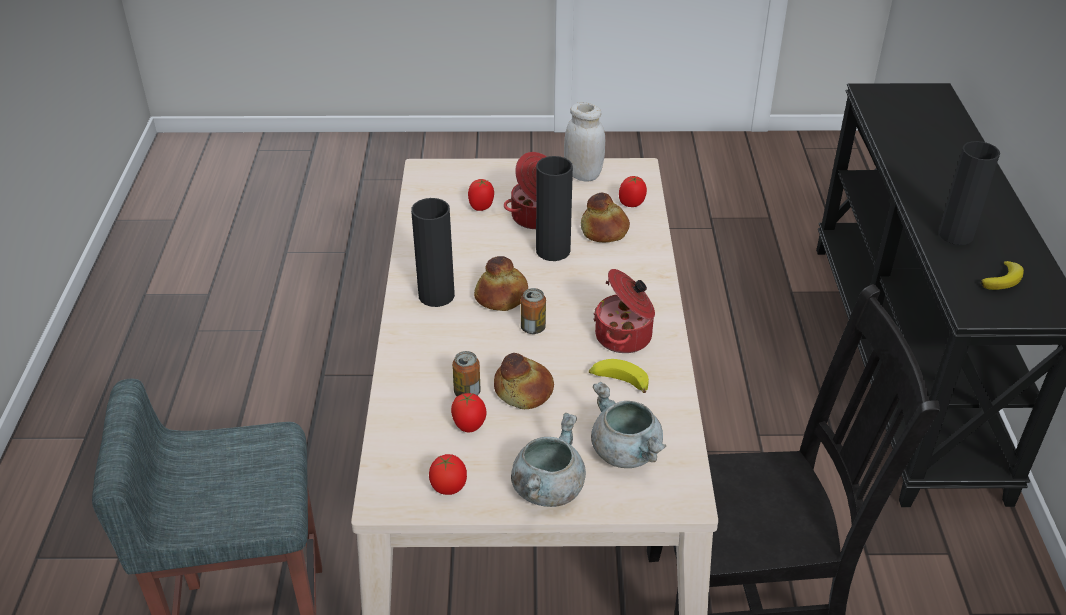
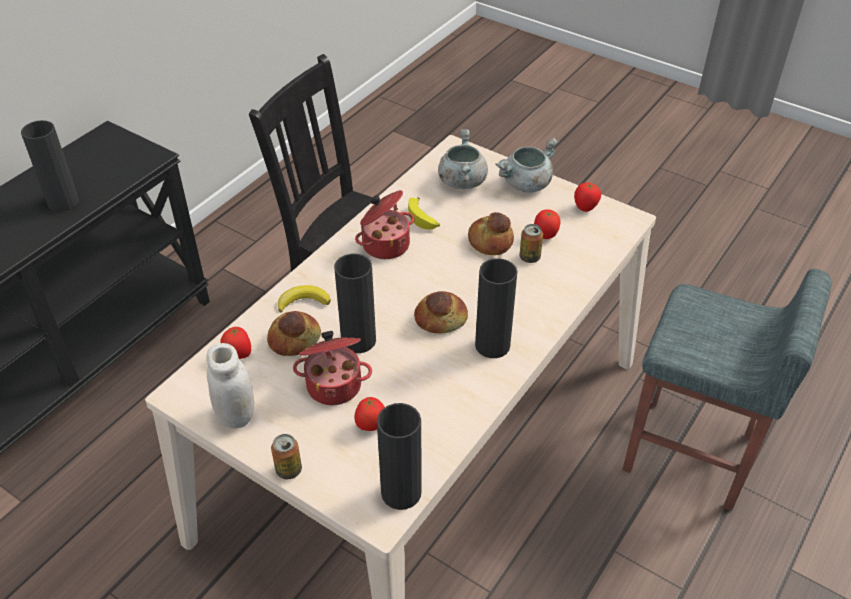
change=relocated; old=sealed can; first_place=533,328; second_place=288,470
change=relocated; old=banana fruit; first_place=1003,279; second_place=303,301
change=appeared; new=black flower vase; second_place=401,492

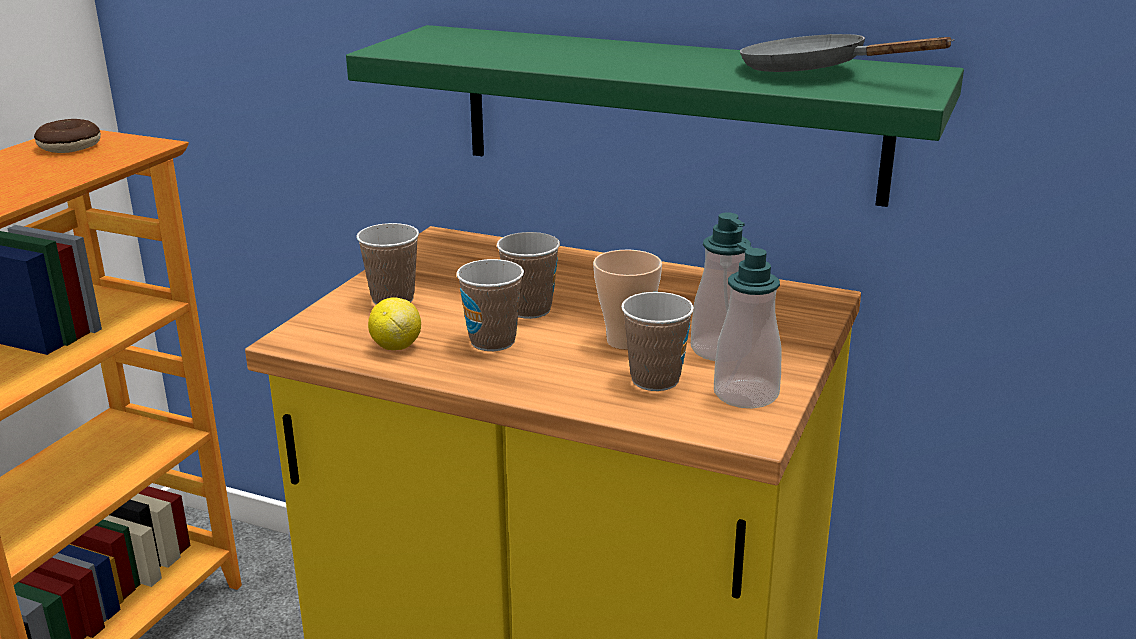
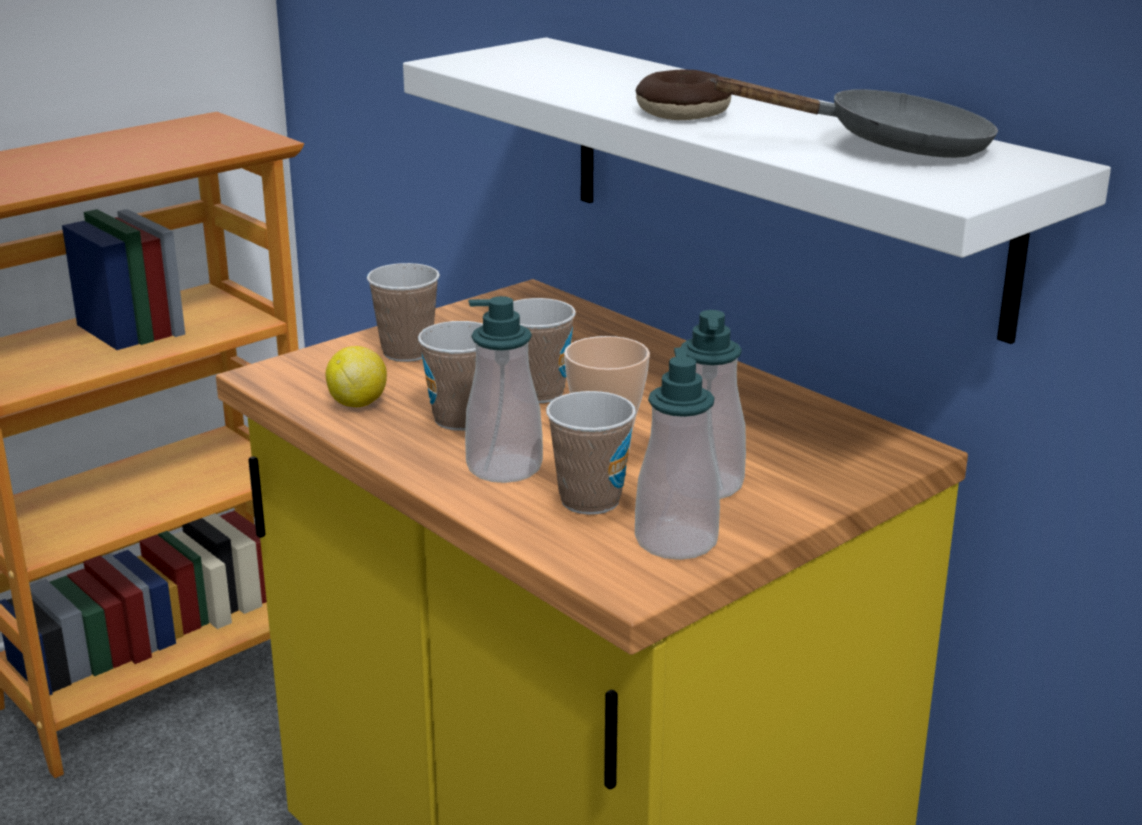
change=relocated; old=doughnut; first_place=69,146; second_place=682,112
change=colour; old=green-coloured shelf; new=white-coloured shelf; first_place=669,112; second_place=777,178
change=spun; old=gray skillet; first_place=814,72; second_place=889,147; degrees=120
change=appeared; new=soap bottle; second_place=504,467

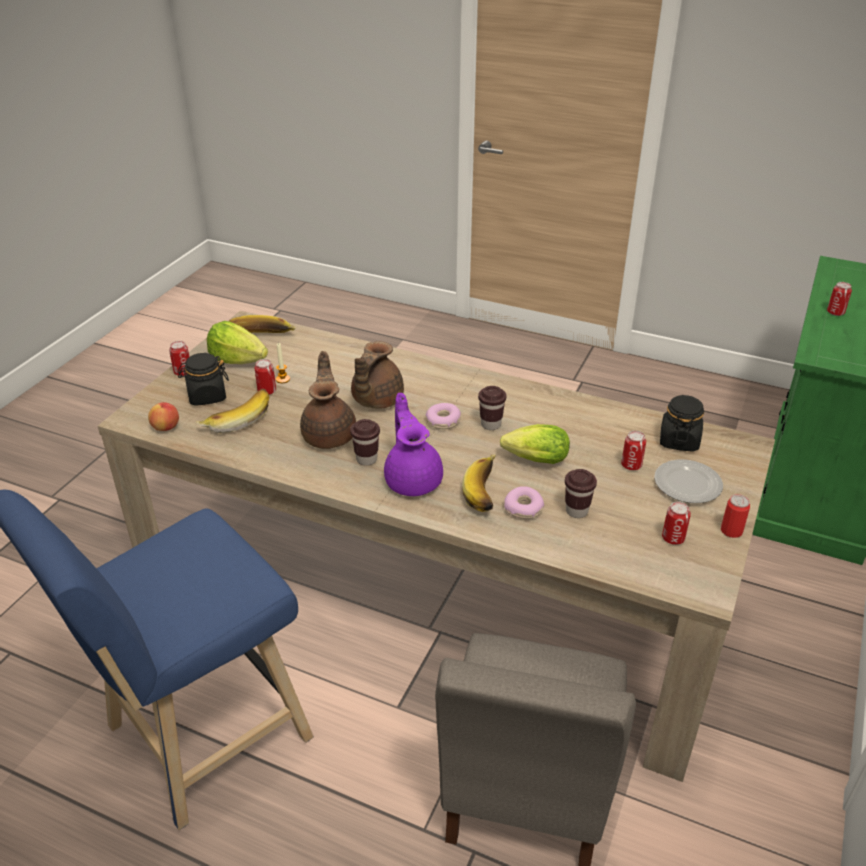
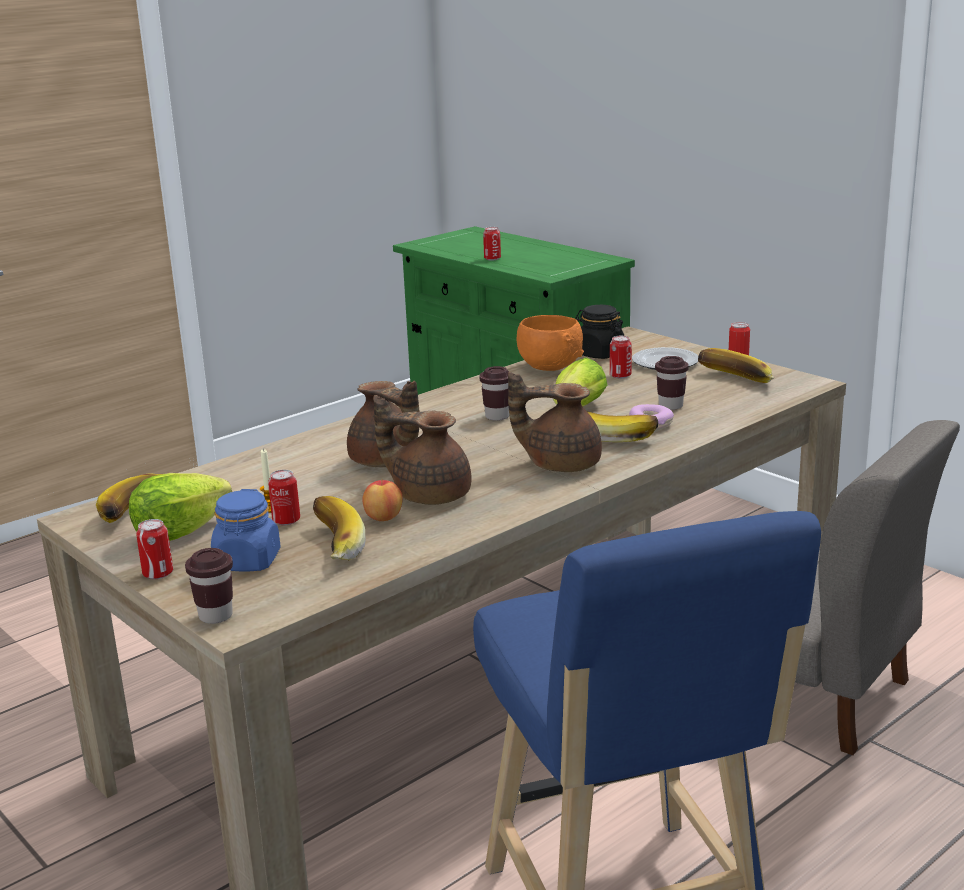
change=relocated; old=whole apple; first_place=166,427; second_place=383,518
change=colour; old=black storage jar; new=blue-coloured storage jar; first_place=207,396; second_place=247,561
change=relocated; old=brown-coloured cup; first_place=366,459; second_place=215,616
change=colour; old=purple teapot; new=brown-coloured teapot; first_place=413,479; second_place=560,464
change=missing; old=doughnut; first_place=443,421
change=exchanged; old=sealed can; new=banana fruit; first_place=673,538; second_place=734,380
change=appeared; new=orange-coloured bowl; second_place=549,367

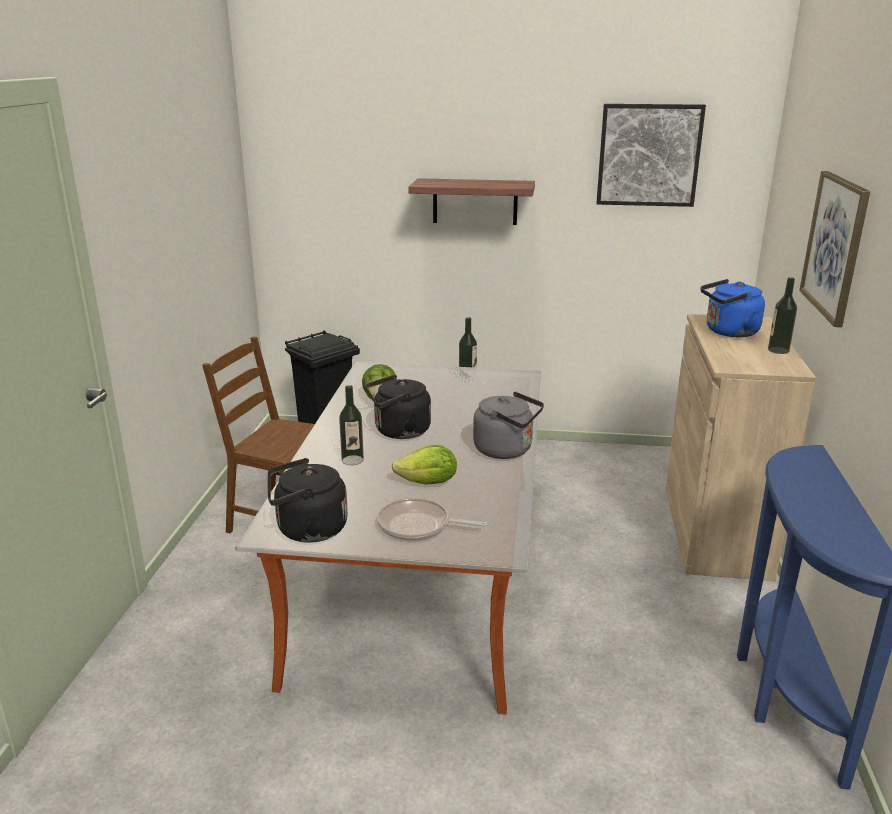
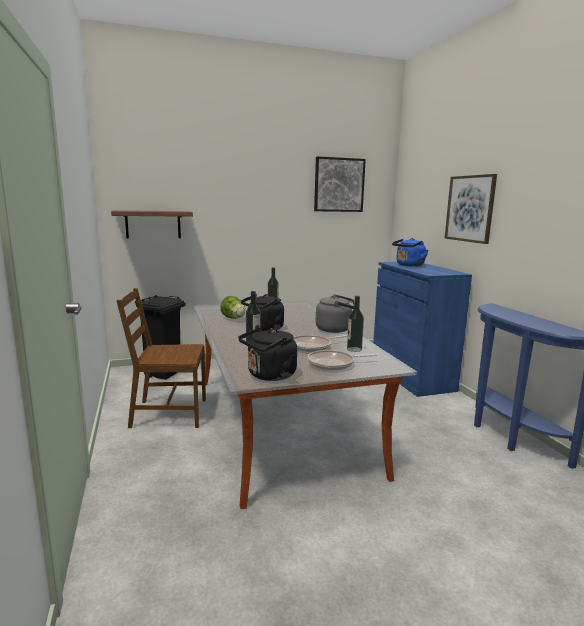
change=exchanged; old=lettuce; new=skillet; first_place=428,483; second_place=312,346
change=relocated; old=shelf; first_place=475,201; second_place=153,224
change=colour; old=beige-coloured cabinet; new=blue-coloured cabinet; first_place=715,530; second_place=411,376
change=relocated; old=bottle; first_place=778,350; second_place=354,349

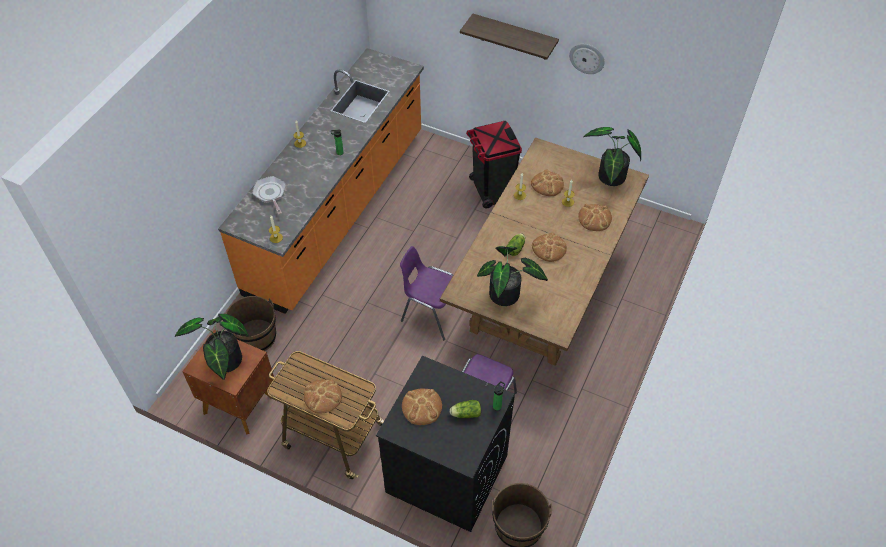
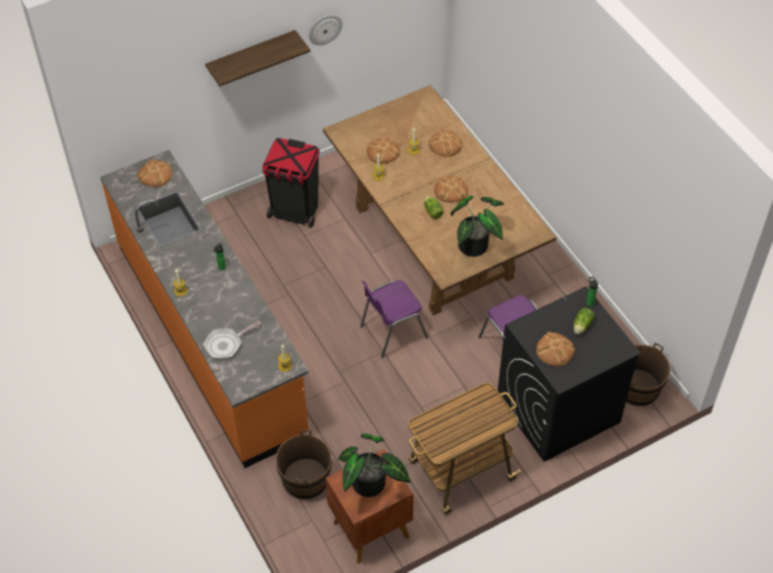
change=spun; old=skillet; first_place=270,194; second_place=226,344; degrees=-45
change=relocated; old=bread; first_place=322,396; second_place=155,174
change=missing; old=houseplant; first_place=609,178

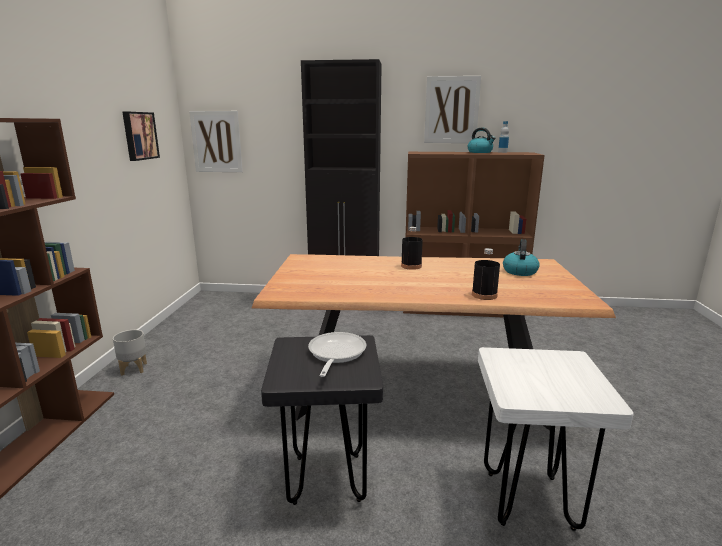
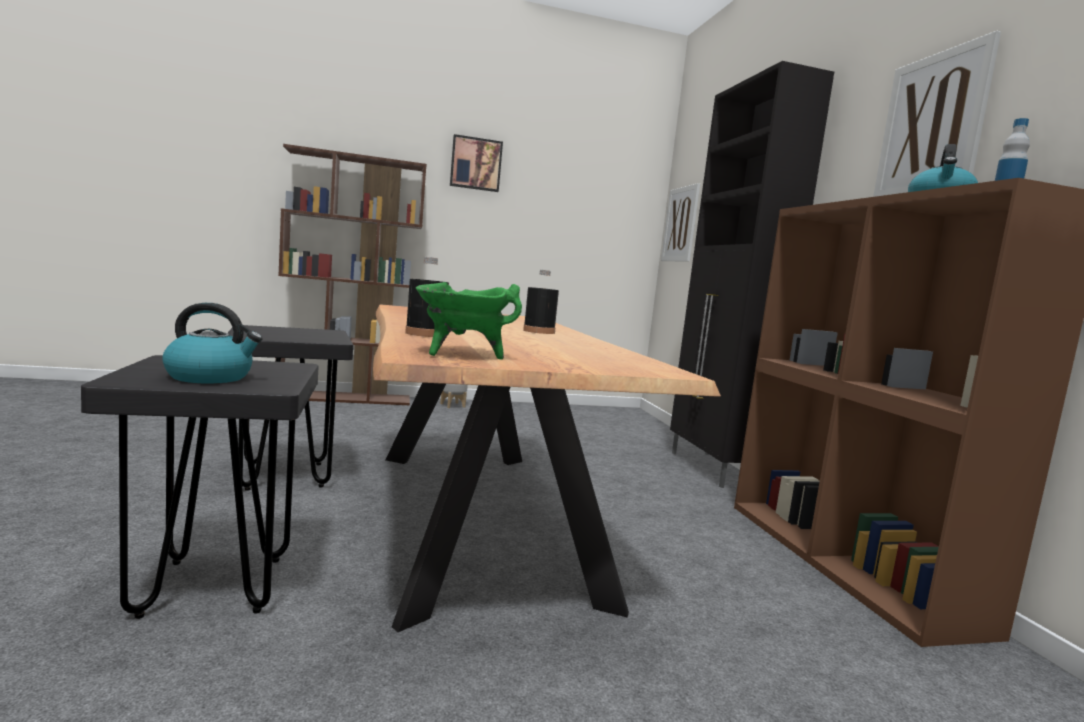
change=relocated; old=wall art; first_place=139,136; second_place=475,164
change=missing; old=skillet; first_place=335,354
change=colour; old=white-coloured stool seat; new=black stool seat; first_place=528,500; second_place=214,585
change=relocated; old=kettle; first_place=519,271; second_place=210,377
change=appeared; new=green-coloured stockpot; second_place=461,354

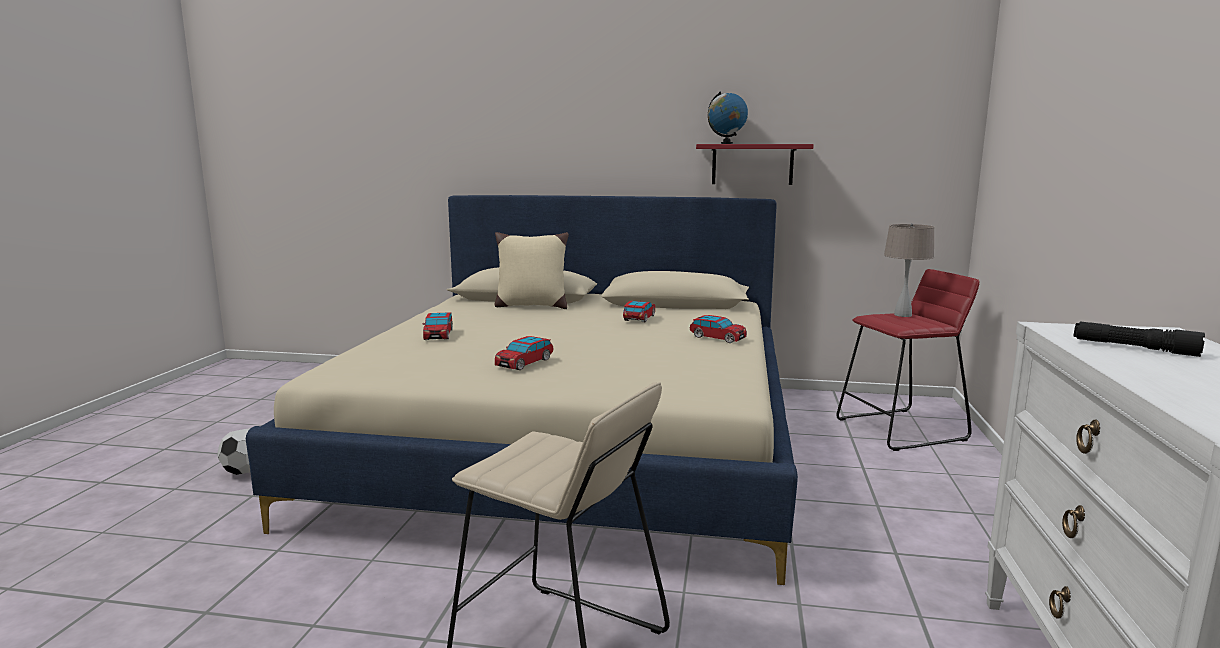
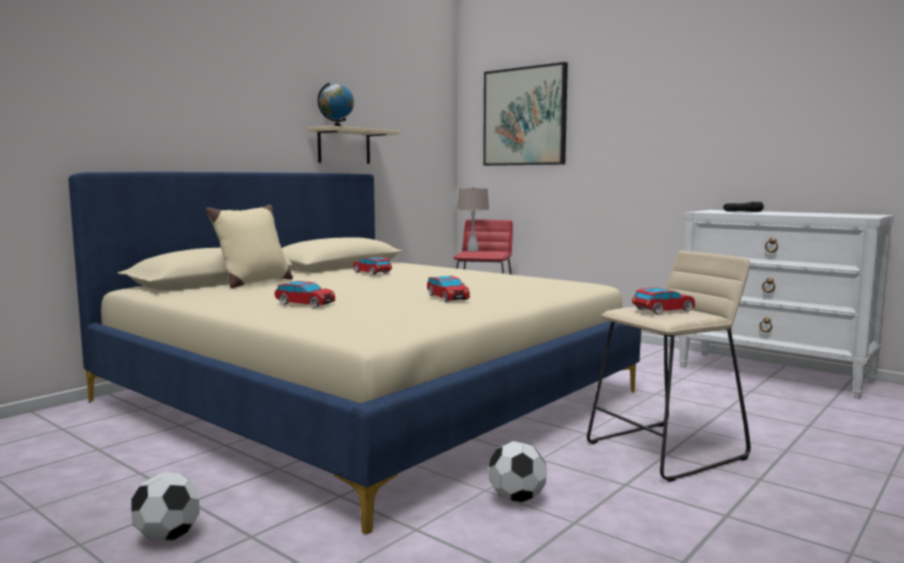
change=relocated; old=model car; first_place=717,338; second_place=663,310
change=colour; old=reddish shelf; new=beige-coloured shelf; first_place=752,164; second_place=344,146
change=appeared; new=wall art; second_place=524,116
change=appeared; new=football; second_place=517,498

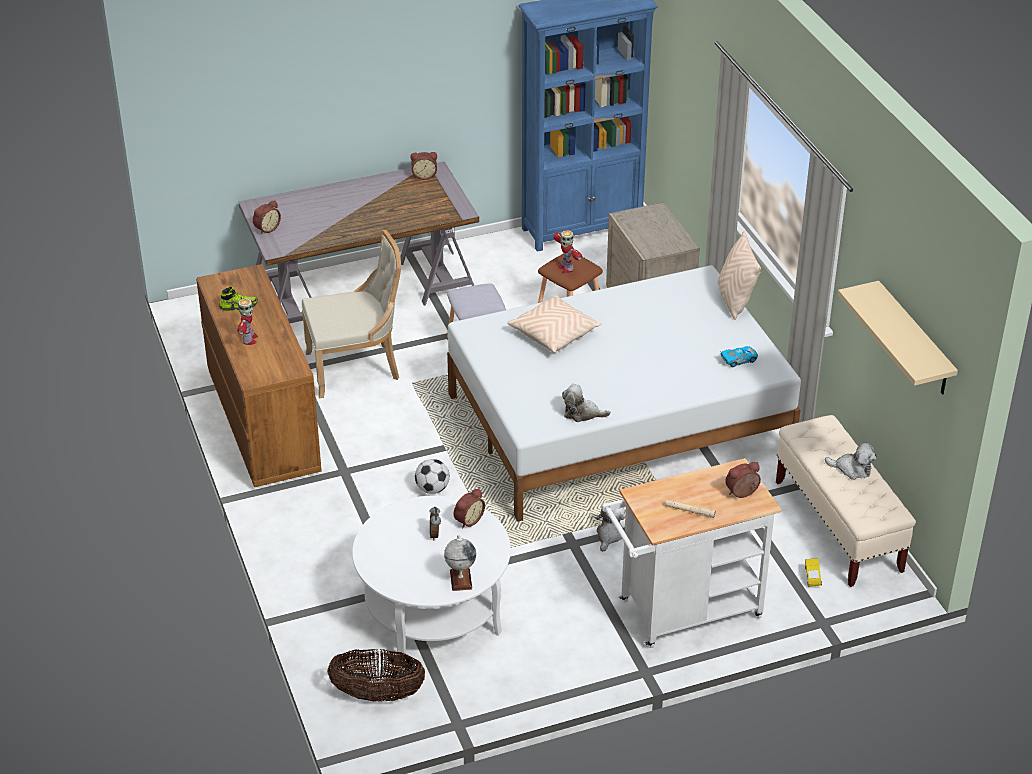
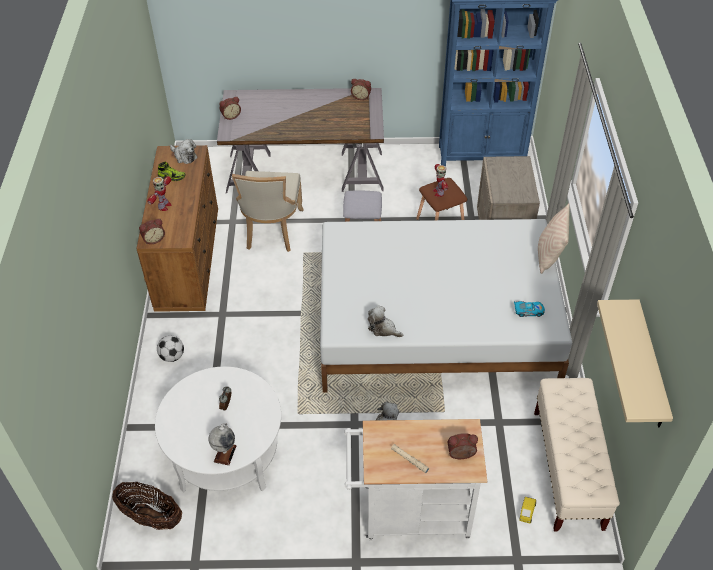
change=spun; old=beige-coloured chair; first_place=357,368; second_place=272,231; degrees=90
change=relocated; old=football; first_place=432,489; second_place=172,356
change=relocated; old=bedside clock; first_place=468,520; second_place=153,239
change=missing; old=beige-coloured throw pillow; first_place=554,333
change=relocated; old=plush toy; first_place=852,469; second_place=184,156

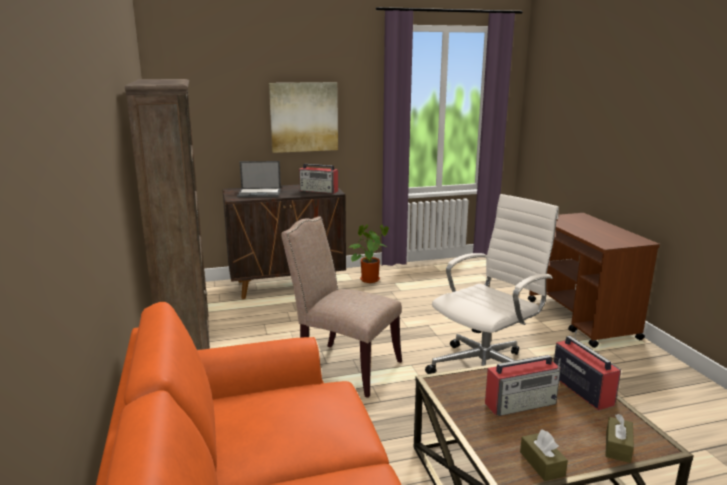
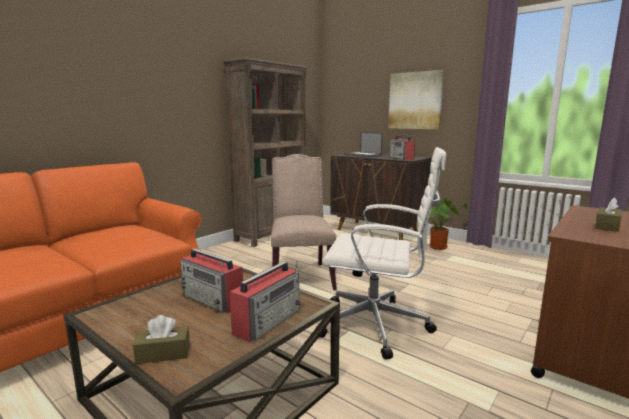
change=relocated; old=brown-coloured tissue box; first_place=542,464; second_place=607,226

